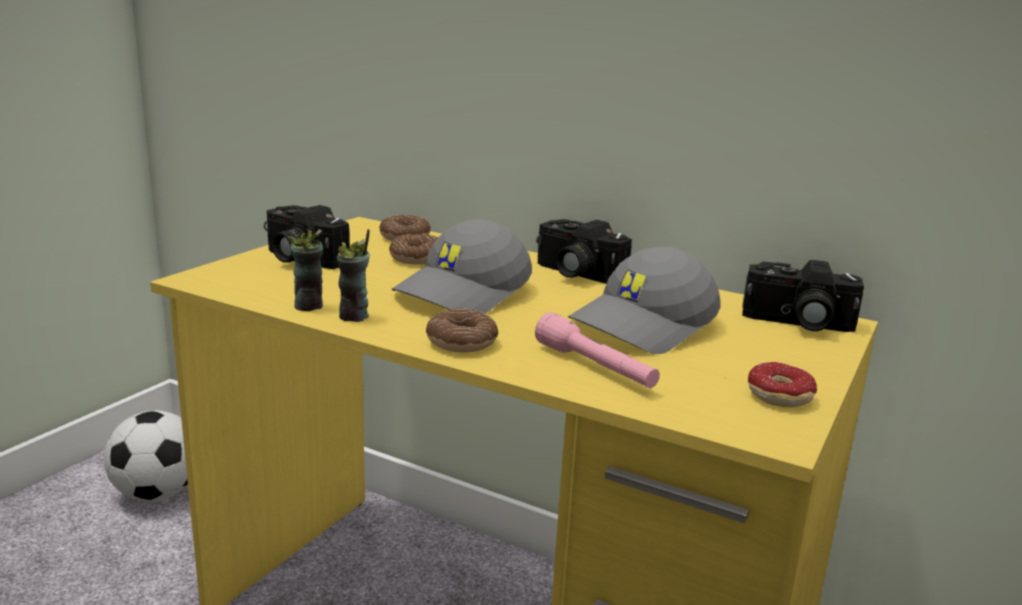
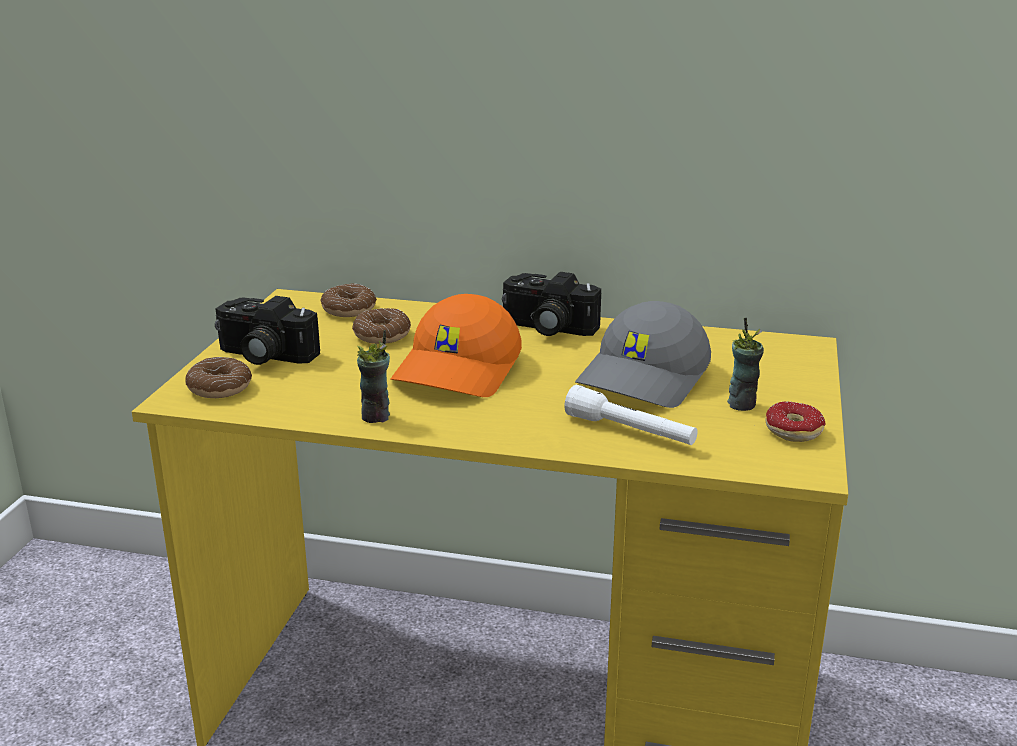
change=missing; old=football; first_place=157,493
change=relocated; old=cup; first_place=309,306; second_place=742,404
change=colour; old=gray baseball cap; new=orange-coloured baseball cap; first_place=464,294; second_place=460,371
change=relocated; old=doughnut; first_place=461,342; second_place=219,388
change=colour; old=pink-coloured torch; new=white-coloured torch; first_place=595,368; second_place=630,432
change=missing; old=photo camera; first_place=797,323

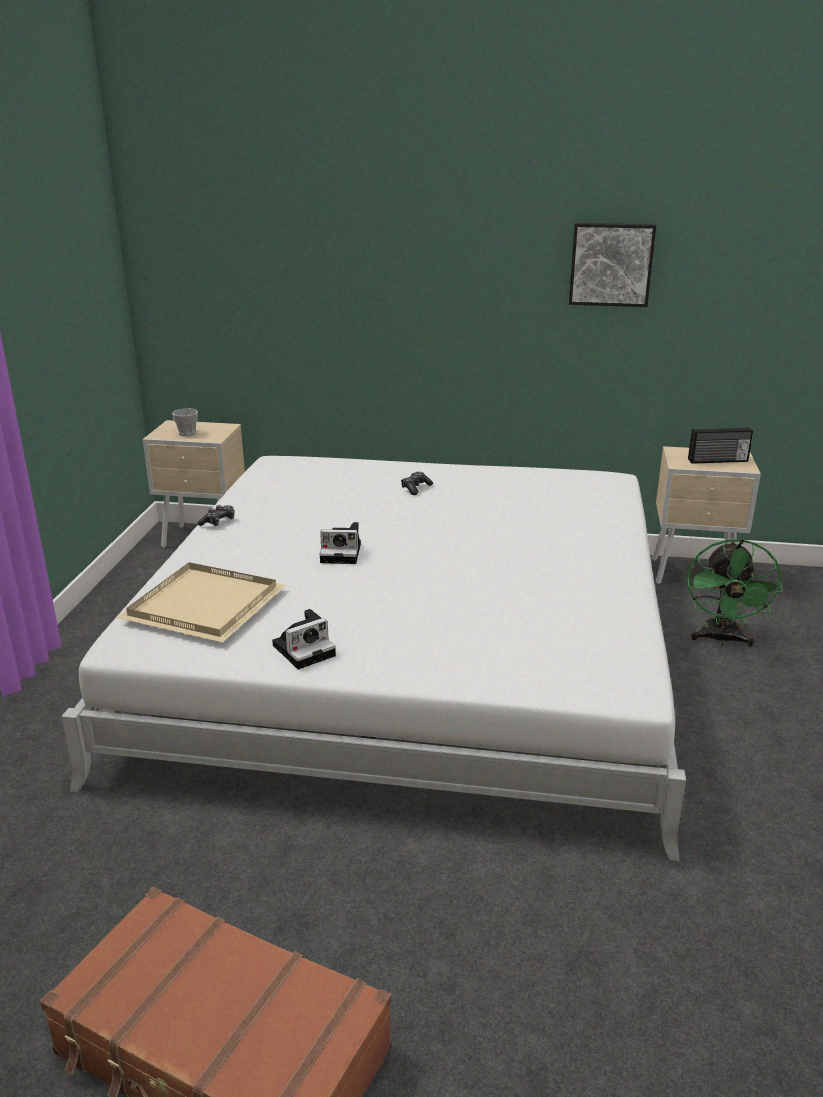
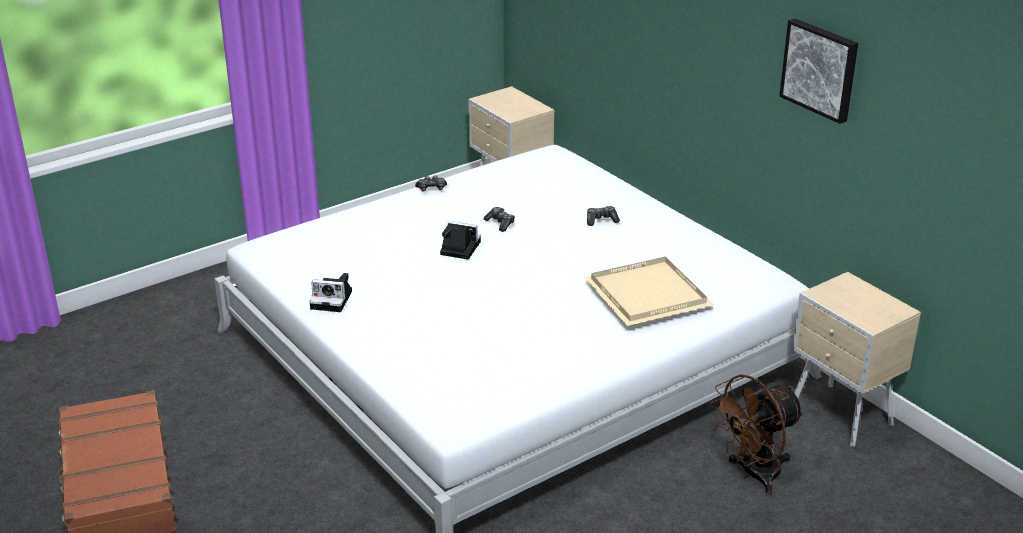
change=relocated; old=beige-coloured tray; first_place=205,607; second_place=647,296
change=missing; old=cup; first_place=187,433
change=spun; old=photo camera; first_place=343,553; second_place=458,248; degrees=150
change=colour; old=green-coloured electric fan; new=brown-coloured electric fan; first_place=721,639; second_place=753,474
change=missing; old=radio receiver; first_place=718,461
change=appeared; new=game controller; second_place=500,223

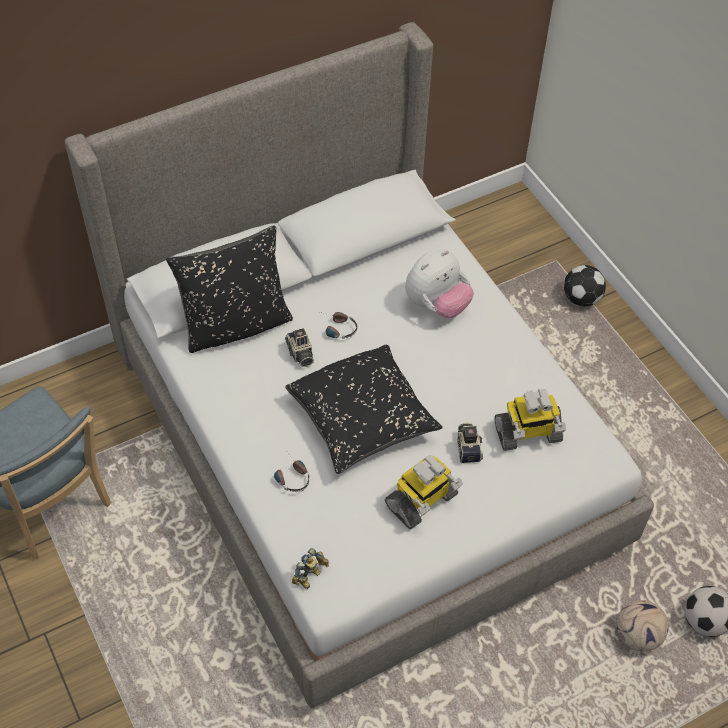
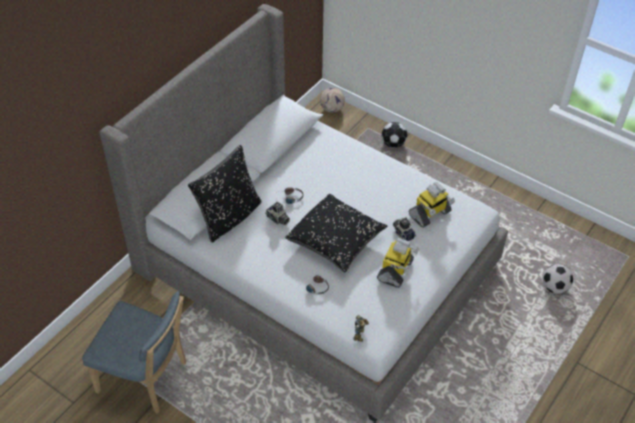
change=missing; old=plush toy; first_place=436,305
change=relocated; old=football; first_place=638,636; second_place=332,109

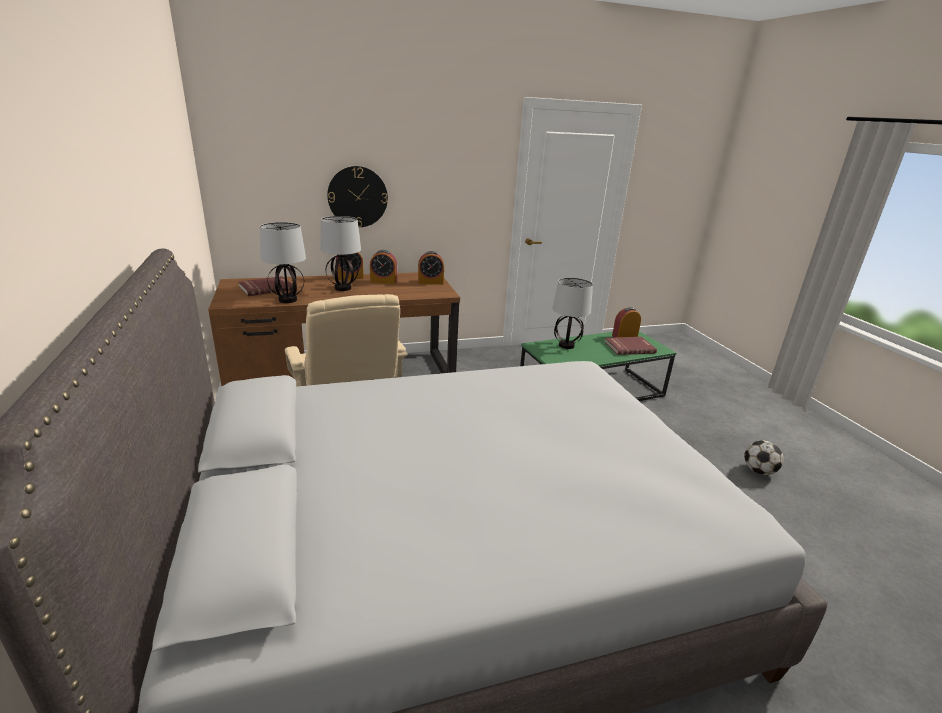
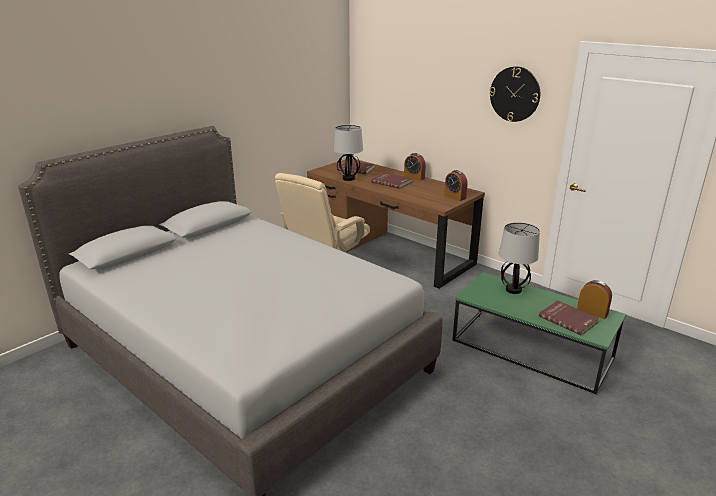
change=exchanged; old=lamp for a table; new=reddish volume; first_place=342,288; second_place=392,182
change=relocated; old=clock on the wall; first_place=357,197; second_place=515,94
change=missing; old=bedside clock; first_place=383,281
change=missing; old=football; first_place=758,471

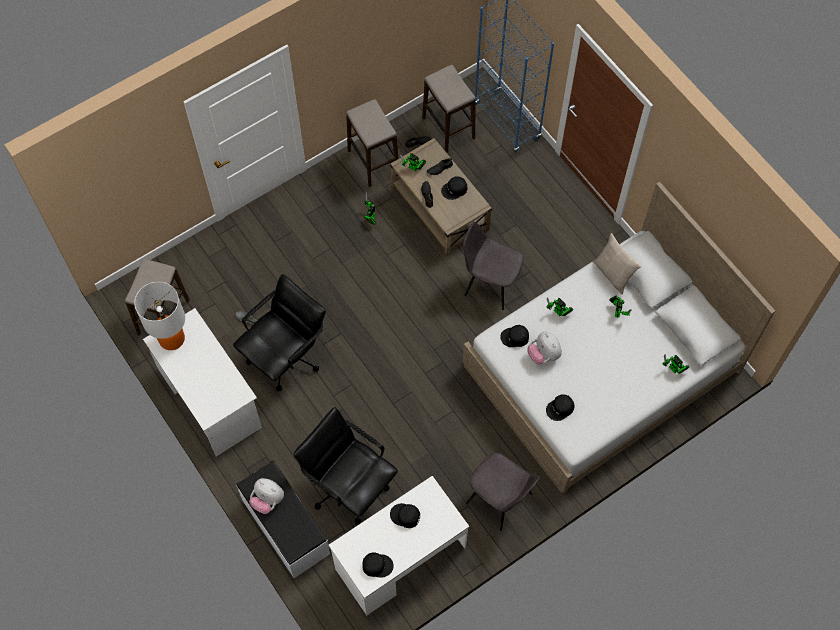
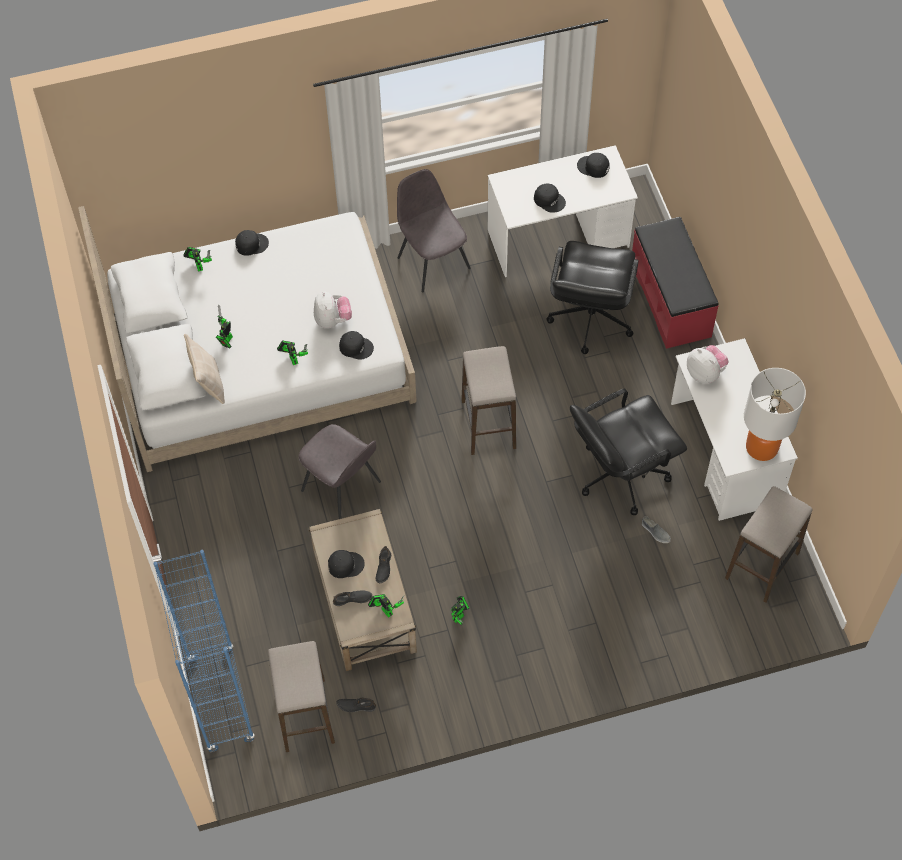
change=colour; old=white-coloured indoor bench; new=reddish indoor bench; first_place=285,527; second_place=671,299
change=relocated; old=plush toy; first_place=268,500; second_place=705,373
change=spun; old=black desk chair; first_place=349,485; second_place=590,319; degrees=45
change=relocated; old=stool seat; first_place=373,162; second_place=488,424
change=relocated; old=black baseball cap; first_place=560,408; second_place=251,244

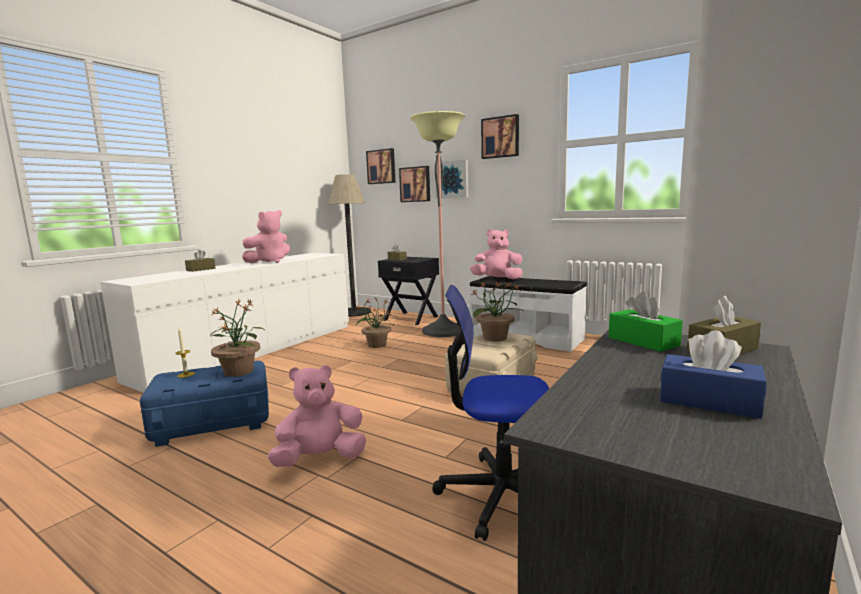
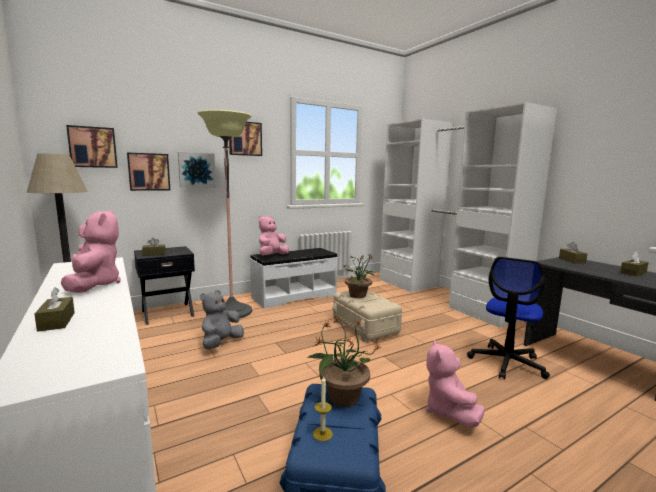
change=exchanged; old=houseplant; new=gray plush toy; first_place=376,345; second_place=221,343
change=missing; old=green-coloured tissue box; first_place=643,341
change=colour; old=blue-coloured tissue box; new=brown-coloured tissue box; first_place=709,401; second_place=633,273

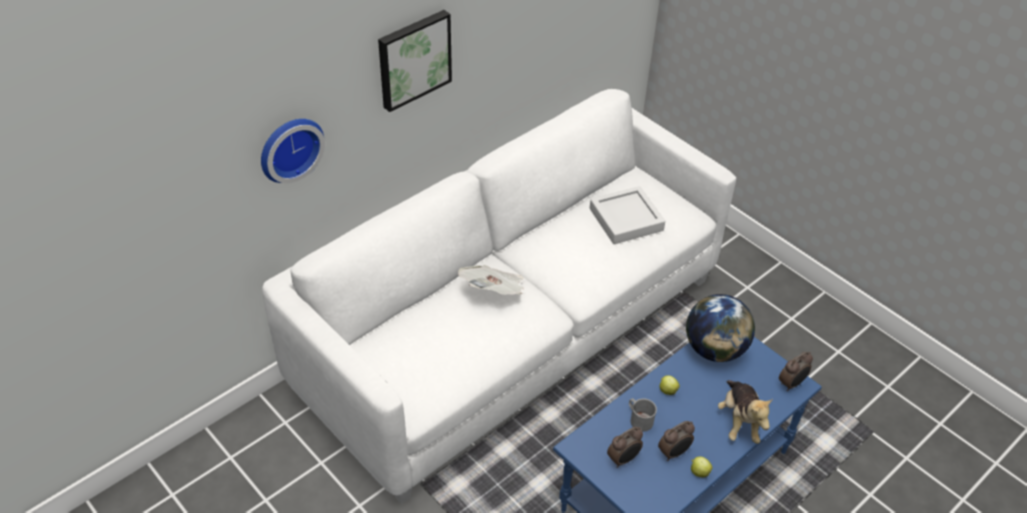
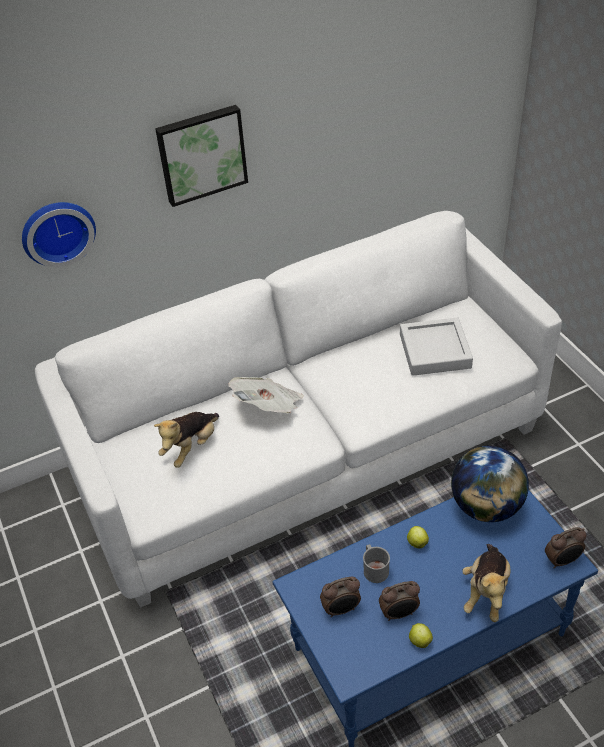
change=appeared; new=plush toy; second_place=191,447

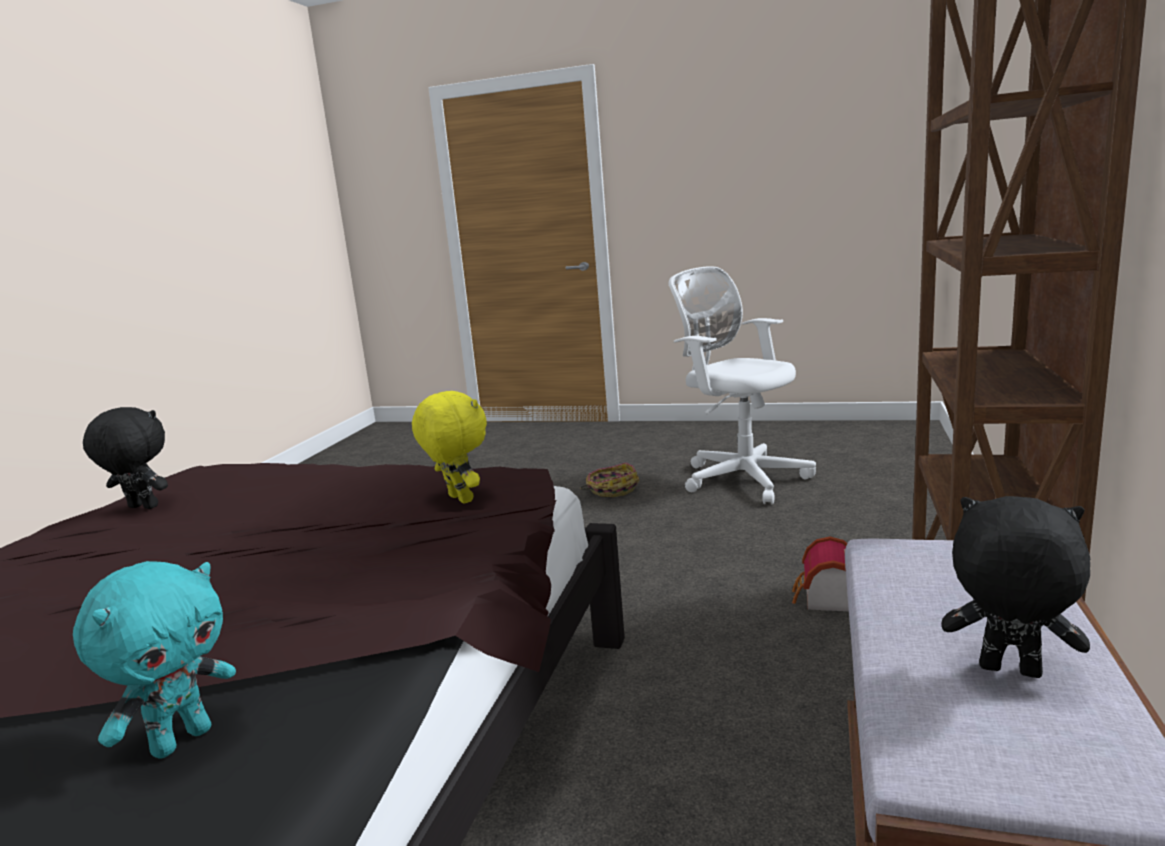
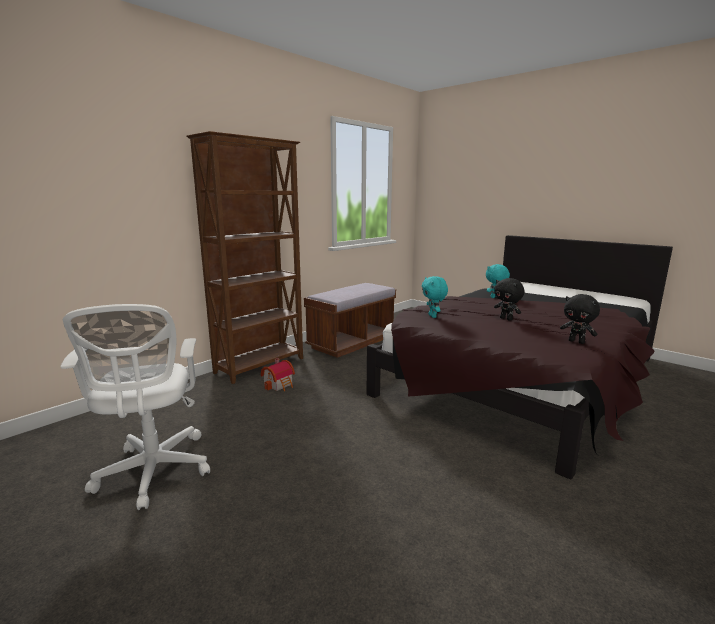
change=colour; old=yellowish plush toy; new=turquoise plush toy; first_place=458,499; second_place=433,316
change=missing; old=household basket; first_place=611,489
change=relocated; old=black plush toy; first_place=1008,672; second_place=506,319

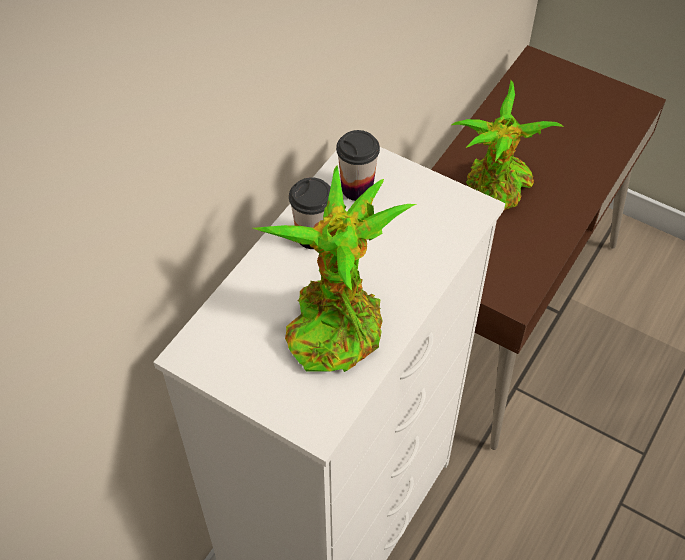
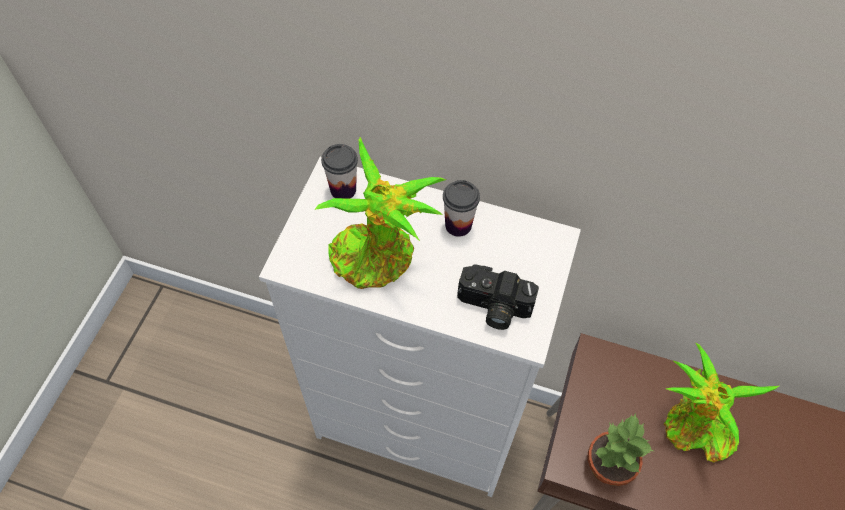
change=relocated; old=cup; first_place=357,189; second_place=343,189
change=appeared; new=photo camera; second_place=493,307
change=appeared; new=houseplant; second_place=608,465

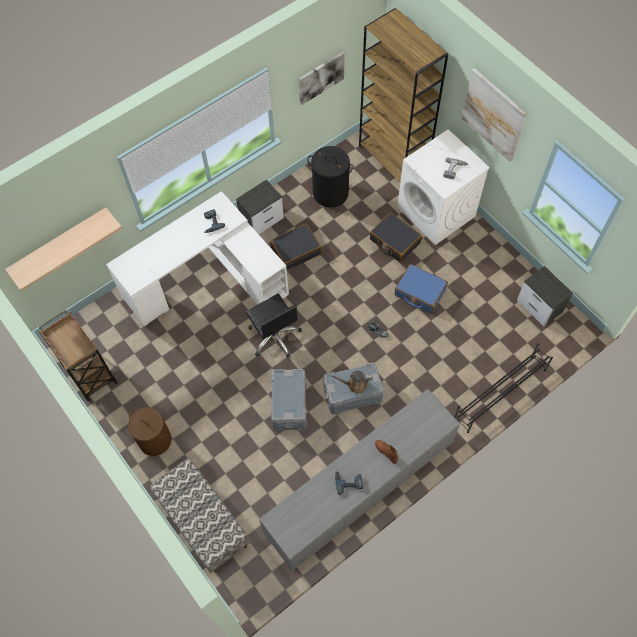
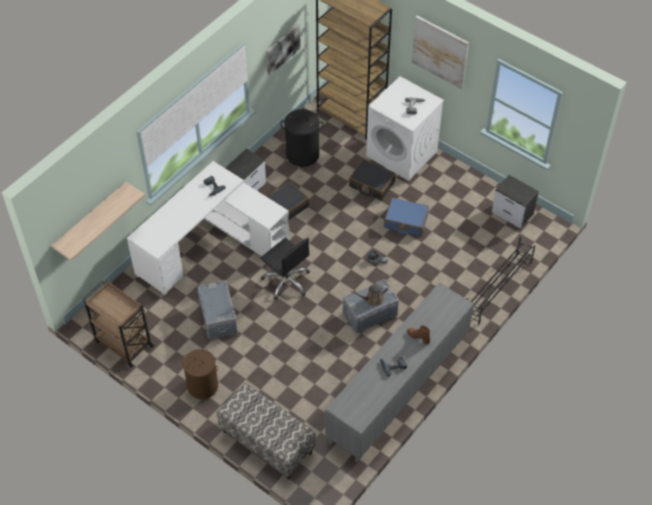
change=relocated; old=gray storage box; first_place=289,405; second_place=218,317

